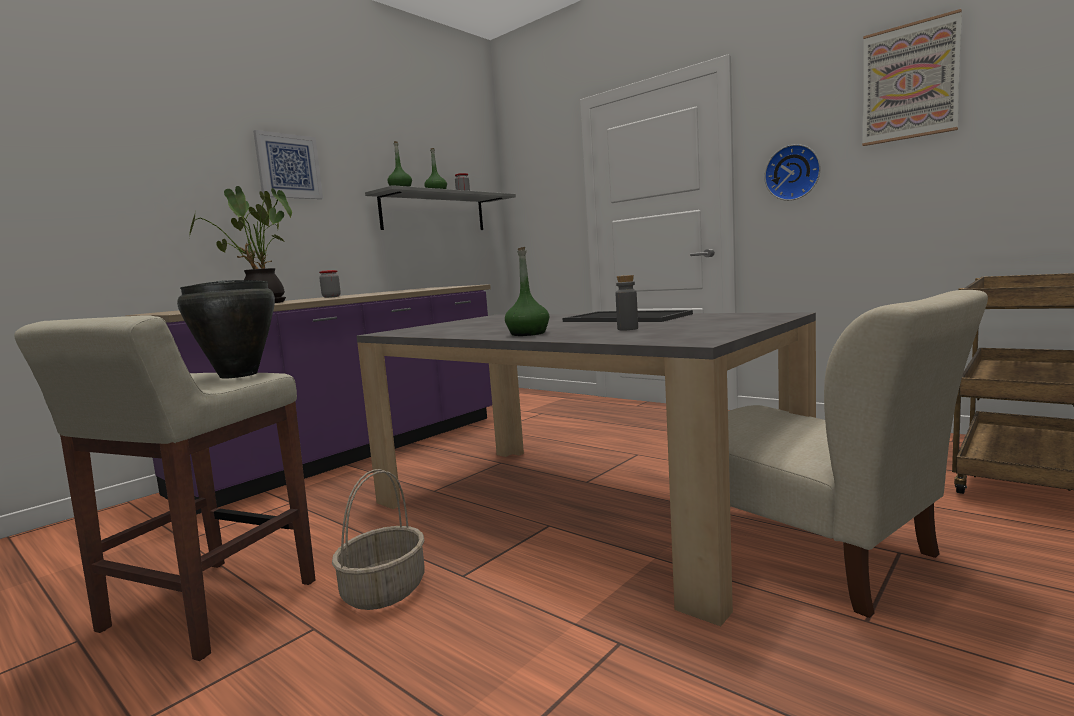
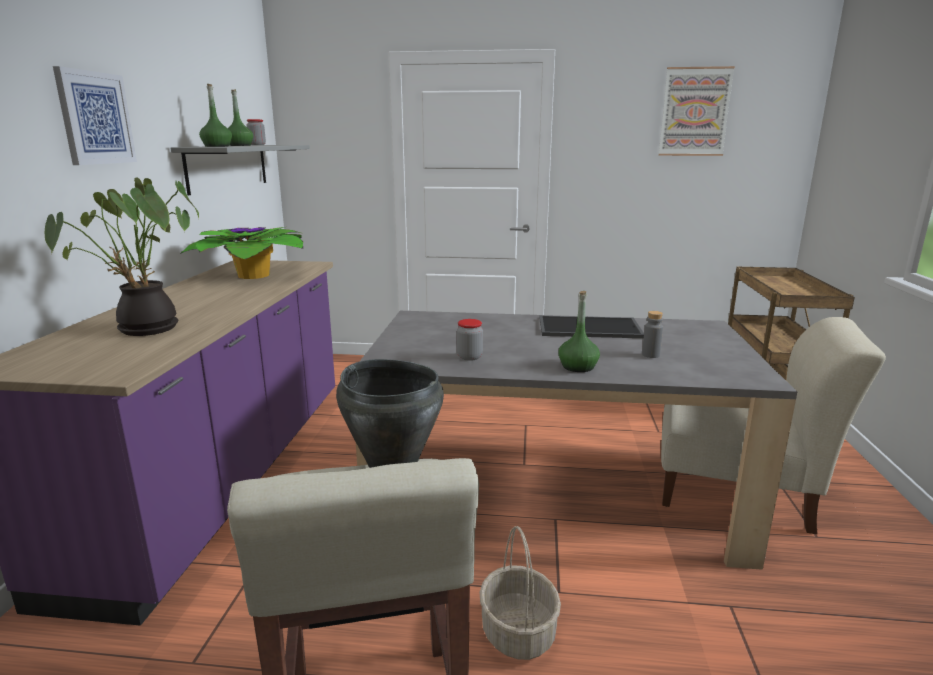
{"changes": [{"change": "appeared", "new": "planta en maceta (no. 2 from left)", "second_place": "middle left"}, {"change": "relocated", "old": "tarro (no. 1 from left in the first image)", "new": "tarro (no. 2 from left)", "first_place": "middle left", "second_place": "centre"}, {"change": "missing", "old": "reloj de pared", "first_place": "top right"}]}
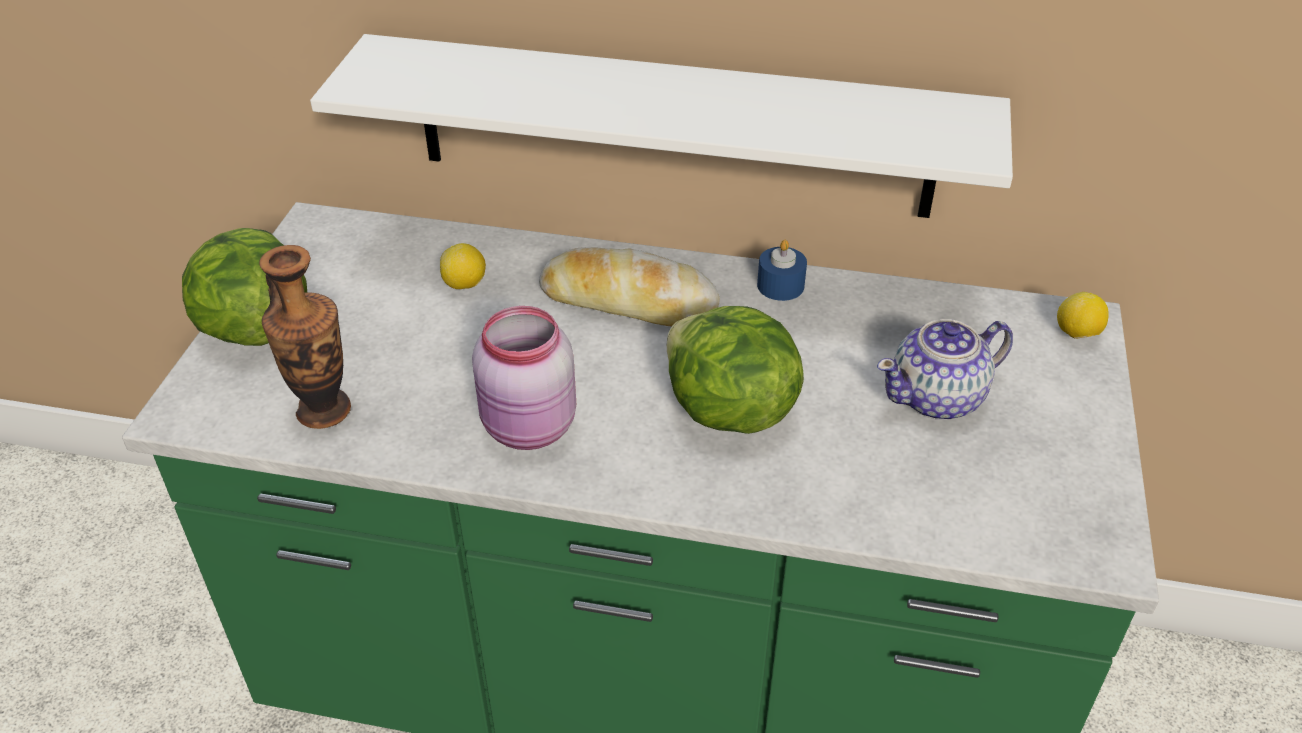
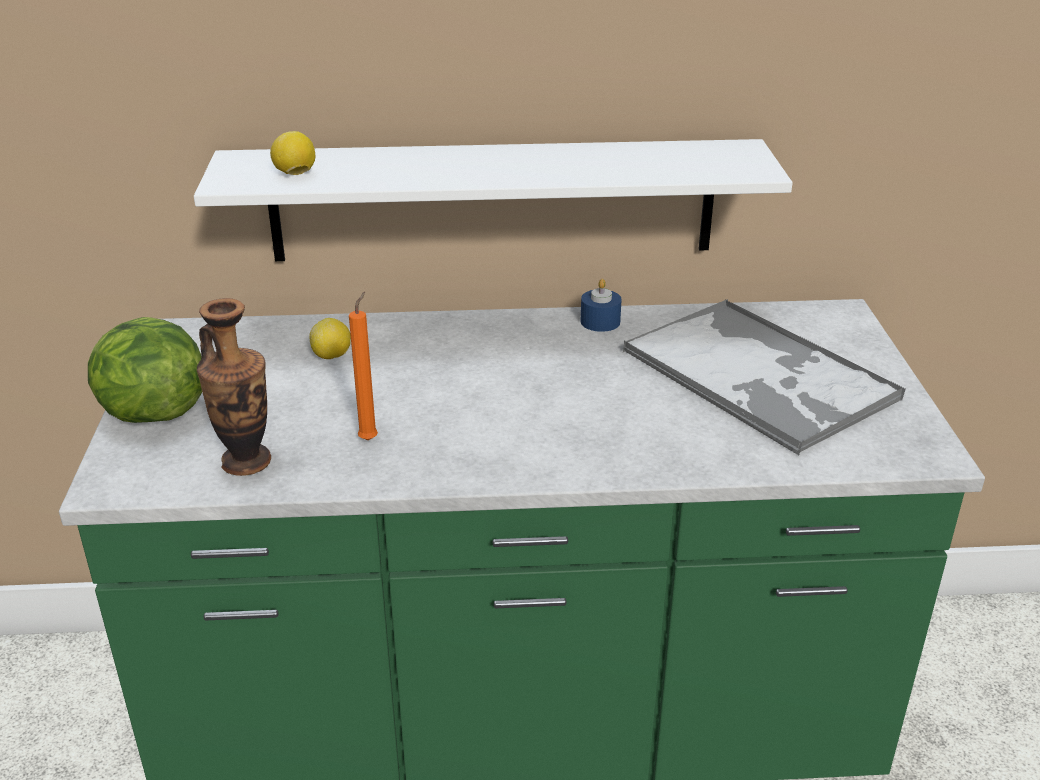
{"changes": [{"change": "relocated", "old": "limón (no. 2 from left in the first image)", "new": "limón (no. 1 from left)", "first_place": "middle right", "second_place": "top left"}, {"change": "appeared", "new": "vela (naranja)", "second_place": "centre"}, {"change": "exchanged", "old": "tetera", "new": "bandeja", "first_place": "middle right", "second_place": "middle right"}, {"change": "missing", "old": "tarro (rosa)", "first_place": "centre"}, {"change": "missing", "old": "pan", "first_place": "centre"}, {"change": "missing", "old": "lechuga (no. 2 from left)", "first_place": "centre"}]}
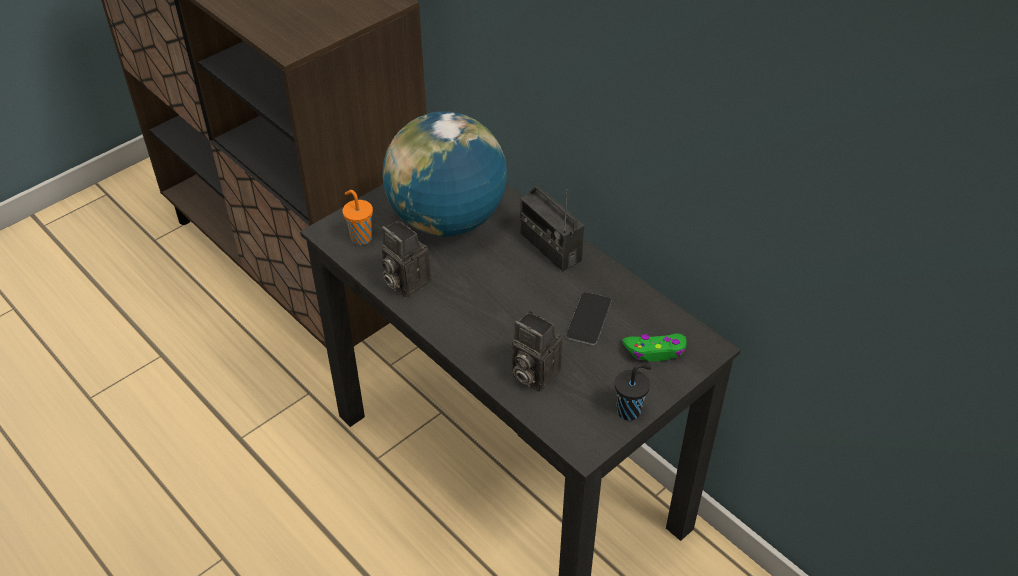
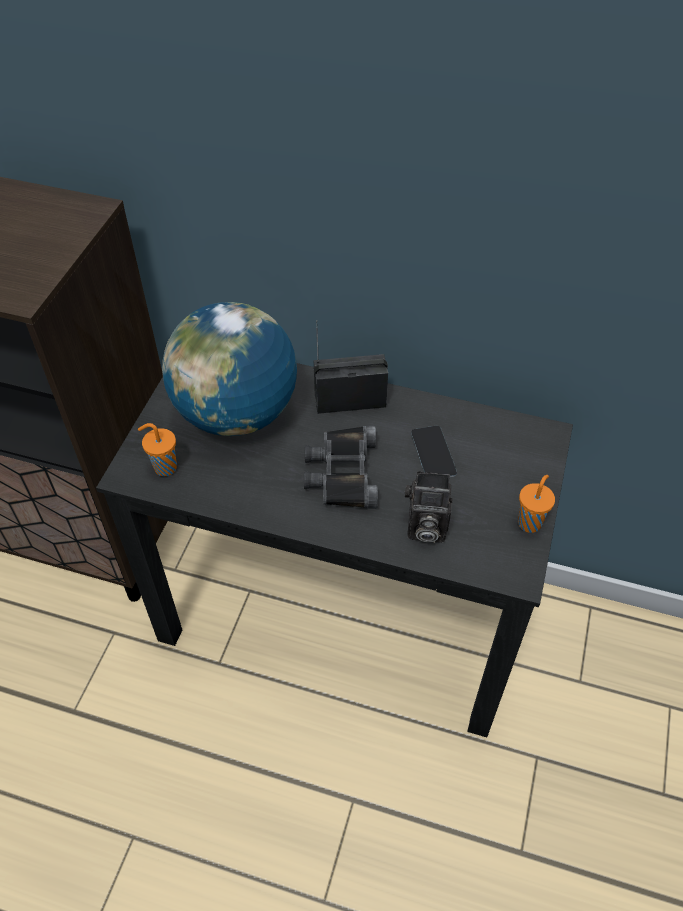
{"changes": [{"change": "appeared", "new": "prismáticos (negro)", "second_place": "centre"}, {"change": "spun", "old": "radio", "first_place": "centre", "second_place": "centre", "degrees": 150}, {"change": "colour", "old": "taza (negro)", "new": "taza (naranja) (no. 2 from left)", "first_place": "bottom centre", "second_place": "middle right"}, {"change": "missing", "old": "cámara (no. 1 from left)", "first_place": "centre"}, {"change": "missing", "old": "mando de consola (verde)", "first_place": "centre"}]}
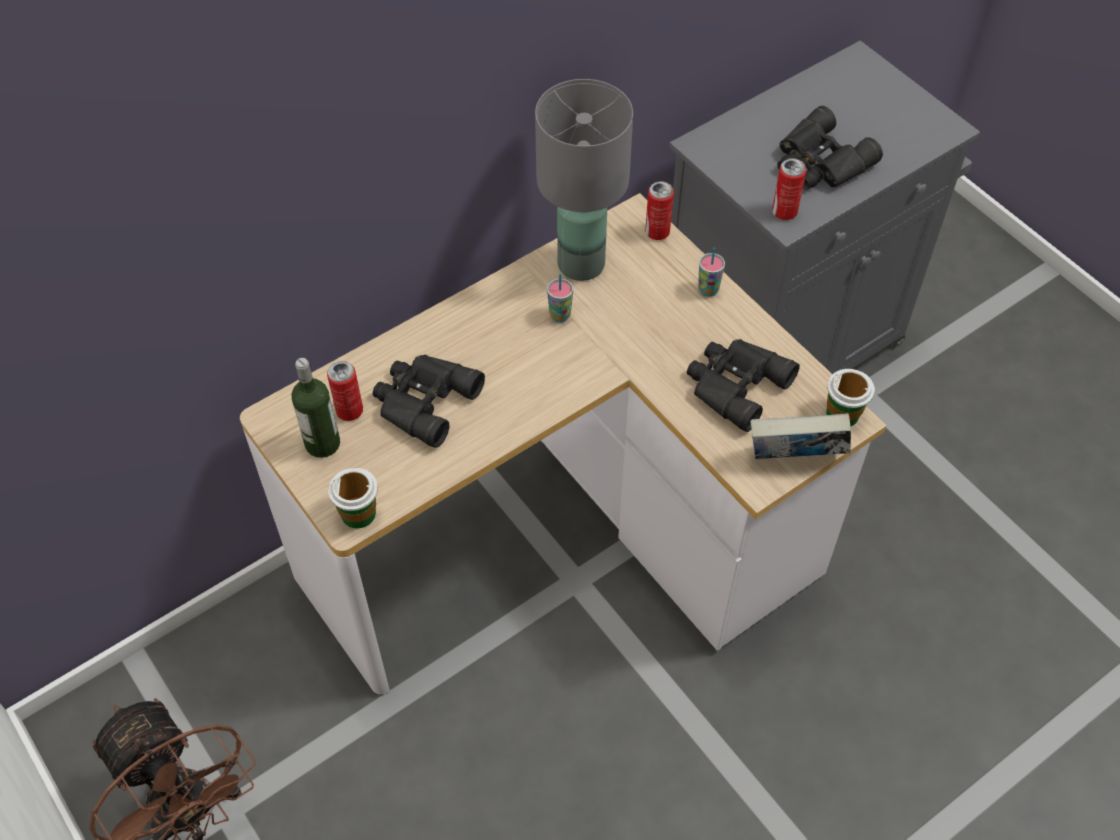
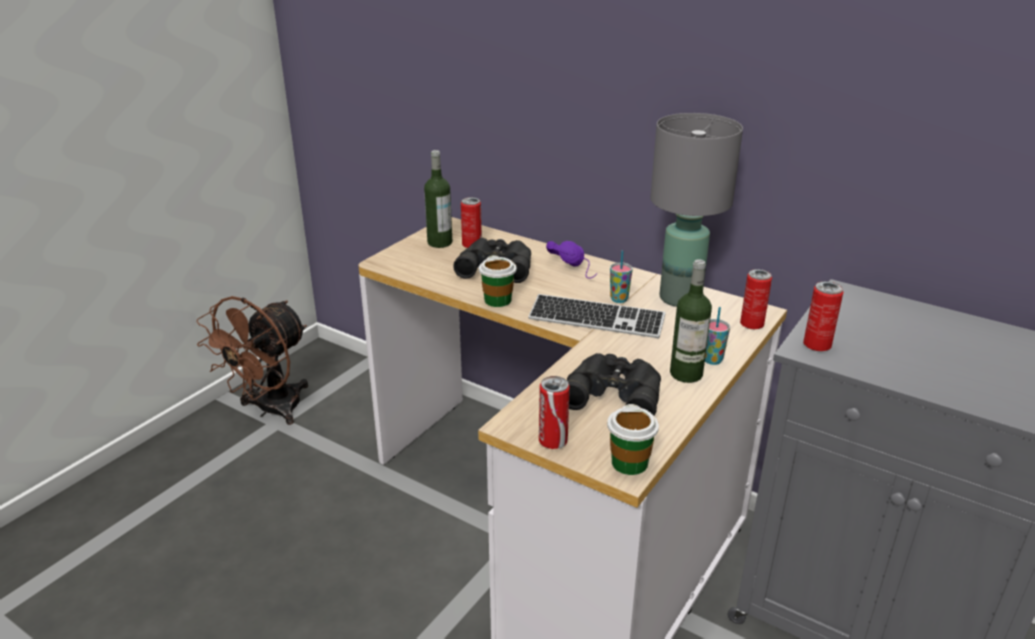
{"changes": [{"change": "relocated", "old": "taza (no. 1 from left)", "first_place": "middle left", "second_place": "centre"}, {"change": "appeared", "new": "teclado", "second_place": "centre"}, {"change": "exchanged", "old": "libro", "new": "lata (no. 2 from left)", "first_place": "middle right", "second_place": "centre"}, {"change": "appeared", "new": "auriculares (morado)", "second_place": "centre"}, {"change": "appeared", "new": "botella (no. 2 from left)", "second_place": "middle right"}, {"change": "missing", "old": "prismáticos (negro) (no. 3 from left)", "first_place": "top right"}]}
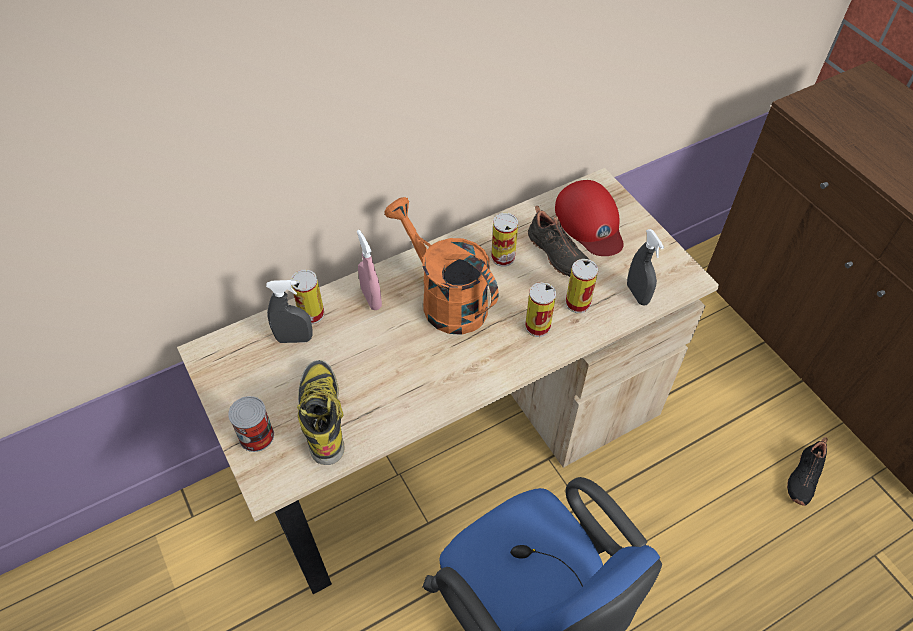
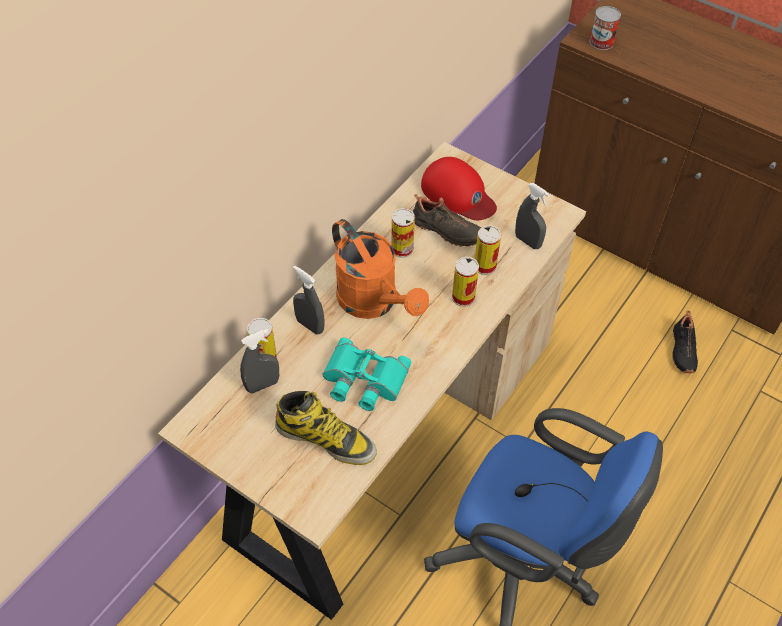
{"changes": [{"change": "spun", "old": "bota", "first_place": "centre", "second_place": "bottom centre", "degrees": 150}, {"change": "colour", "old": "pulverizador (rosa)", "new": "pulverizador (gris) (no. 2 from left)", "first_place": "centre", "second_place": "centre"}, {"change": "appeared", "new": "prismáticos (turquesa)", "second_place": "centre"}, {"change": "spun", "old": "regadera (naranja)", "first_place": "centre", "second_place": "centre", "degrees": -150}, {"change": "relocated", "old": "lata (no. 1 from left in the first image)", "new": "lata (no. 5 from left)", "first_place": "bottom left", "second_place": "top right"}]}
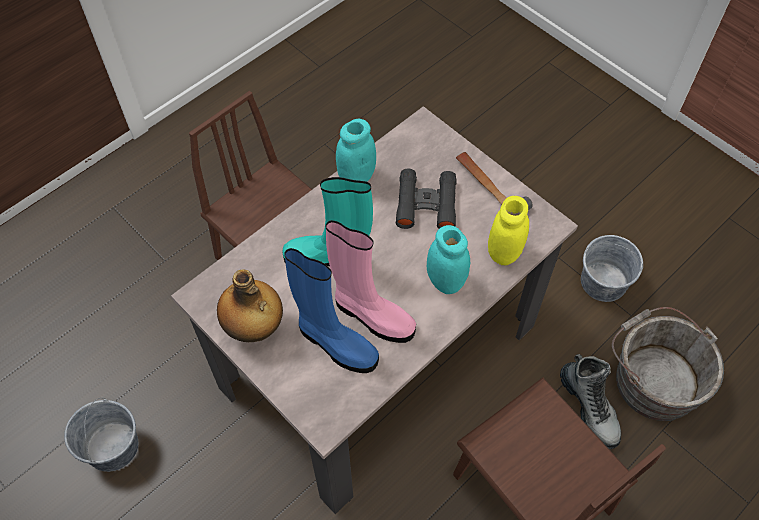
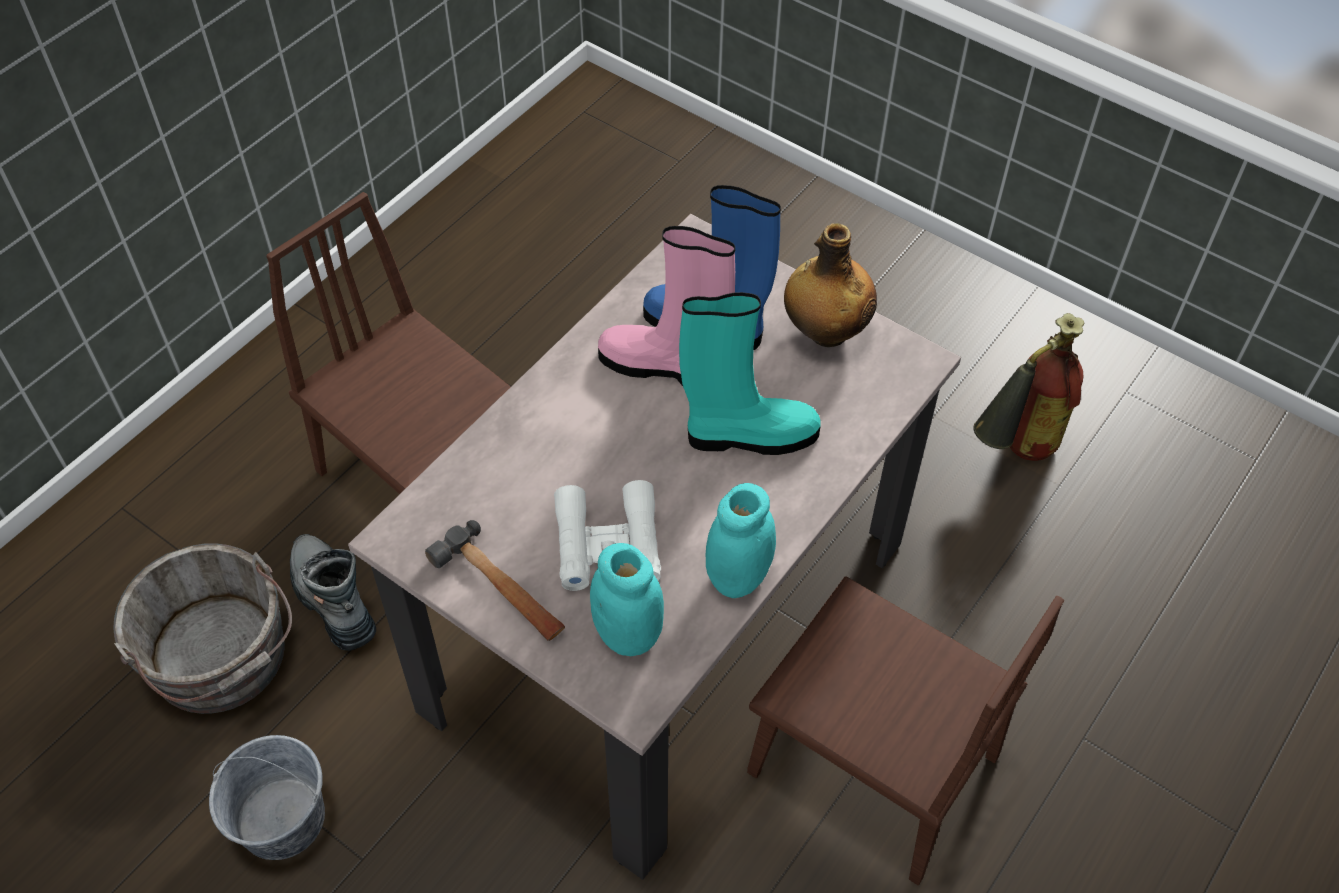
{"changes": [{"change": "colour", "old": "prismáticos (negro)", "new": "prismáticos (blanco)", "first_place": "centre", "second_place": "centre"}, {"change": "relocated", "old": "tarro (turquesa) (no. 2 from left in the first image)", "new": "tarro (turquesa) (no. 1 from left)", "first_place": "centre", "second_place": "bottom centre"}, {"change": "exchanged", "old": "cubo (gris) (no. 1 from left)", "new": "extintor", "first_place": "bottom left", "second_place": "middle right"}, {"change": "missing", "old": "tarro (amarillo)", "first_place": "middle right"}]}
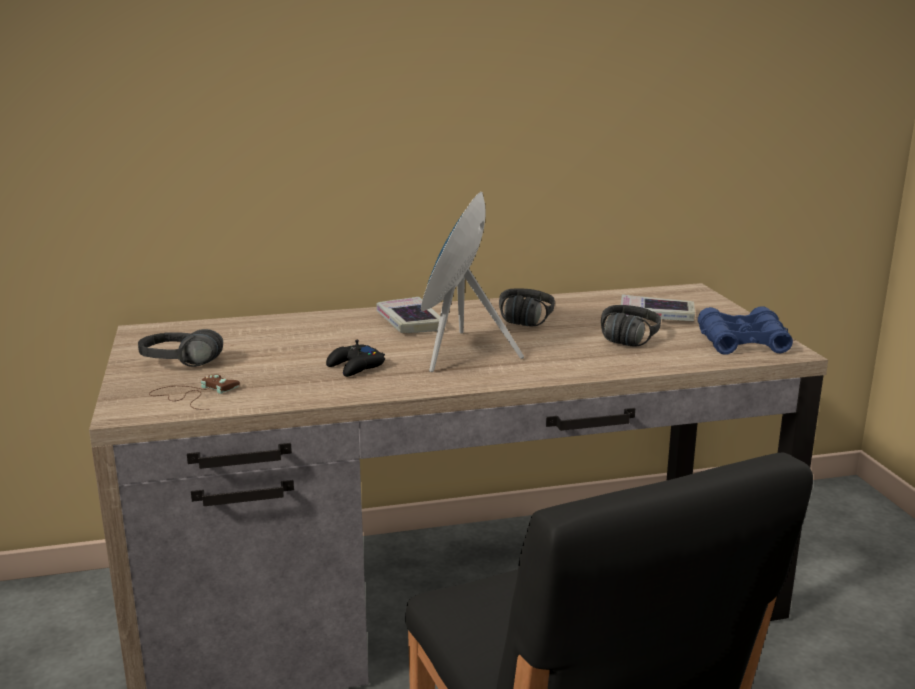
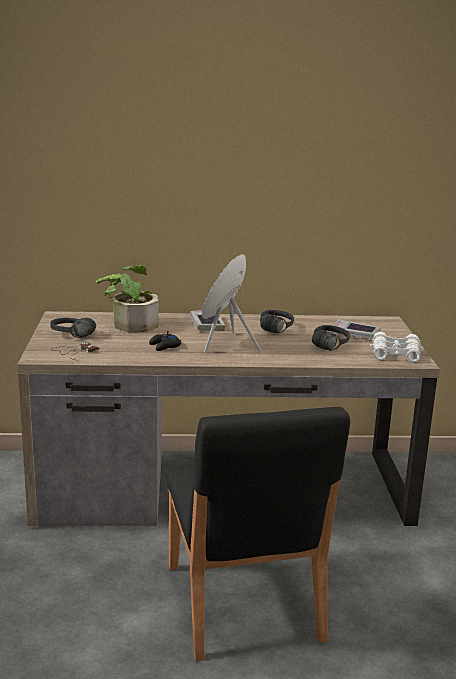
{"changes": [{"change": "appeared", "new": "planta en maceta", "second_place": "middle left"}, {"change": "colour", "old": "prismáticos (azul)", "new": "prismáticos (blanco)", "first_place": "middle right", "second_place": "middle right"}]}
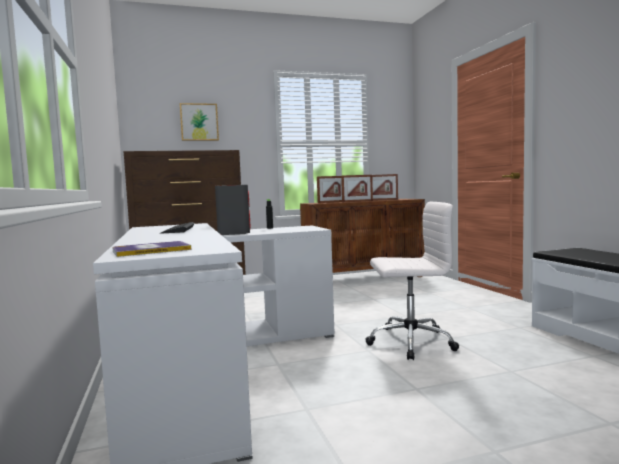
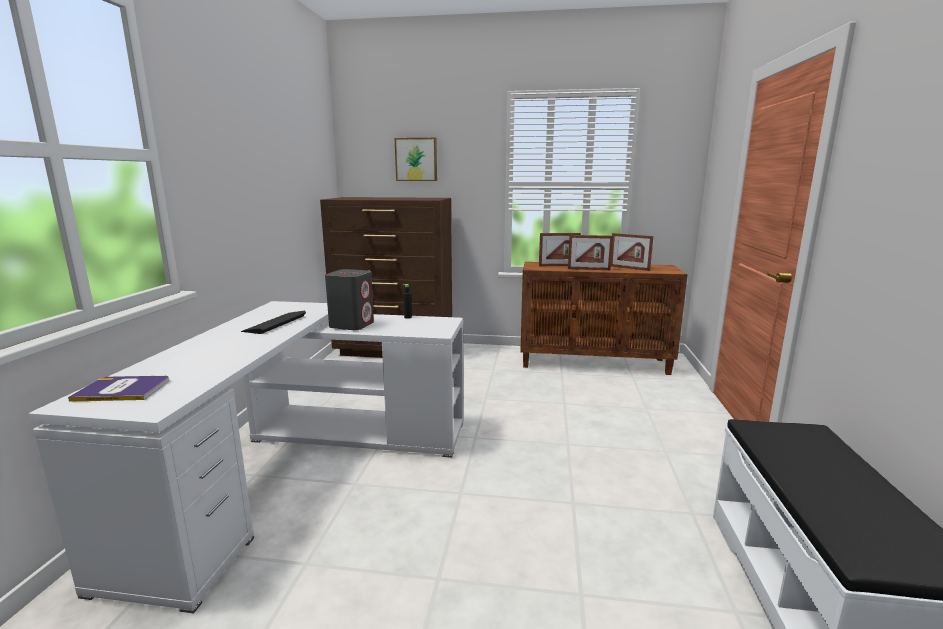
{"changes": [{"change": "missing", "old": "silla de oficina (blanco)", "first_place": "centre"}]}
